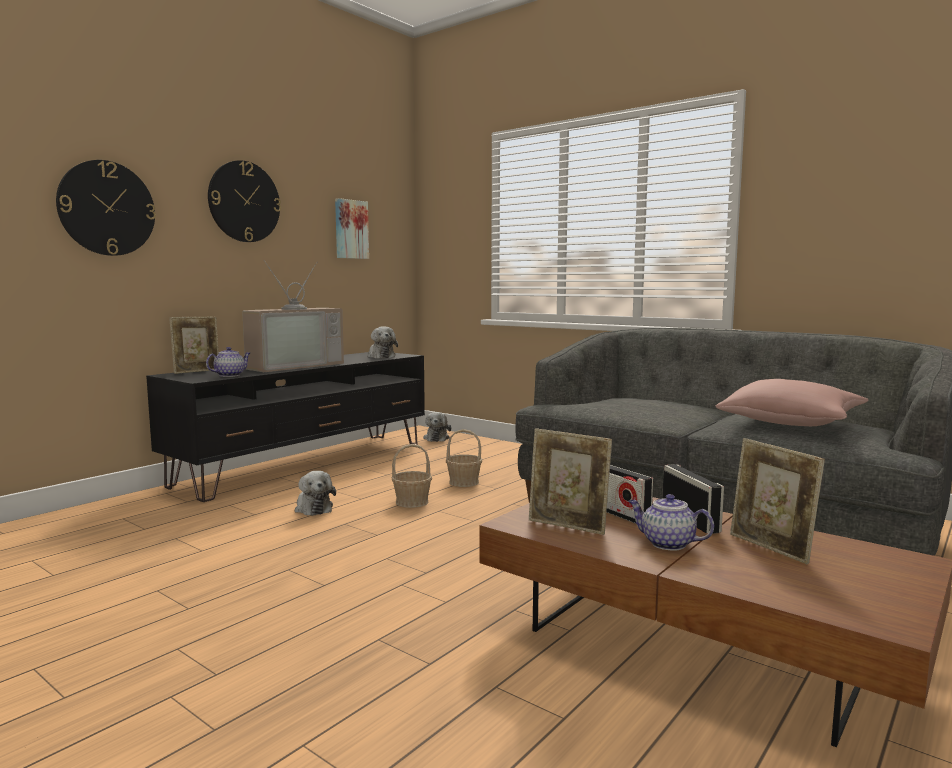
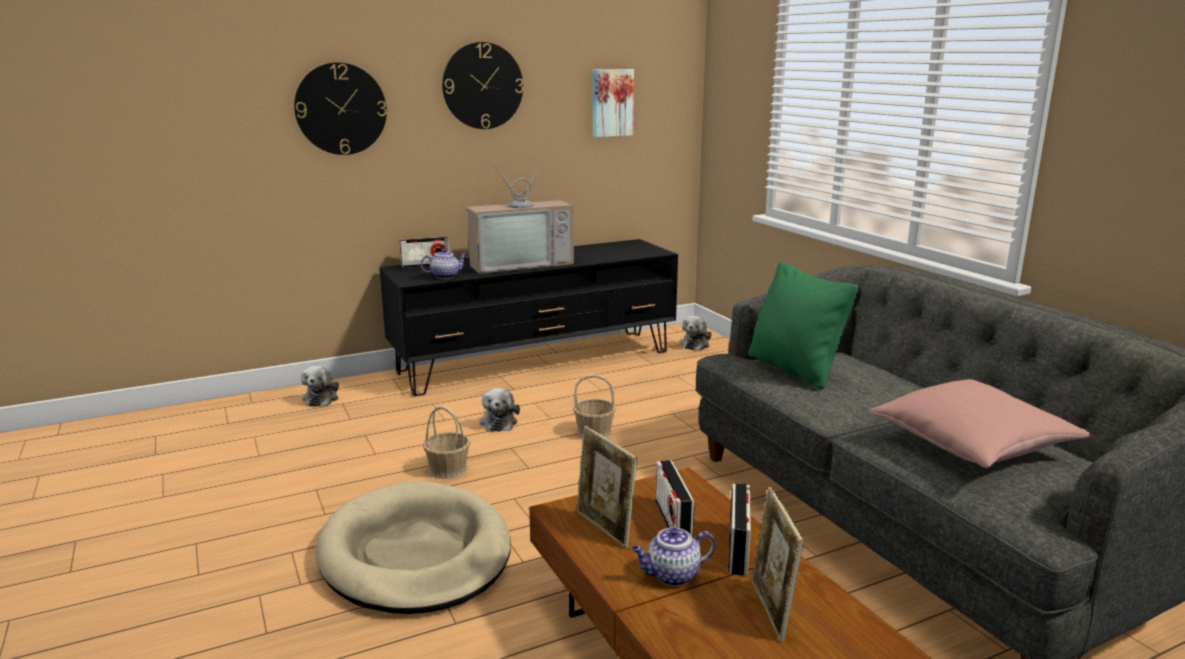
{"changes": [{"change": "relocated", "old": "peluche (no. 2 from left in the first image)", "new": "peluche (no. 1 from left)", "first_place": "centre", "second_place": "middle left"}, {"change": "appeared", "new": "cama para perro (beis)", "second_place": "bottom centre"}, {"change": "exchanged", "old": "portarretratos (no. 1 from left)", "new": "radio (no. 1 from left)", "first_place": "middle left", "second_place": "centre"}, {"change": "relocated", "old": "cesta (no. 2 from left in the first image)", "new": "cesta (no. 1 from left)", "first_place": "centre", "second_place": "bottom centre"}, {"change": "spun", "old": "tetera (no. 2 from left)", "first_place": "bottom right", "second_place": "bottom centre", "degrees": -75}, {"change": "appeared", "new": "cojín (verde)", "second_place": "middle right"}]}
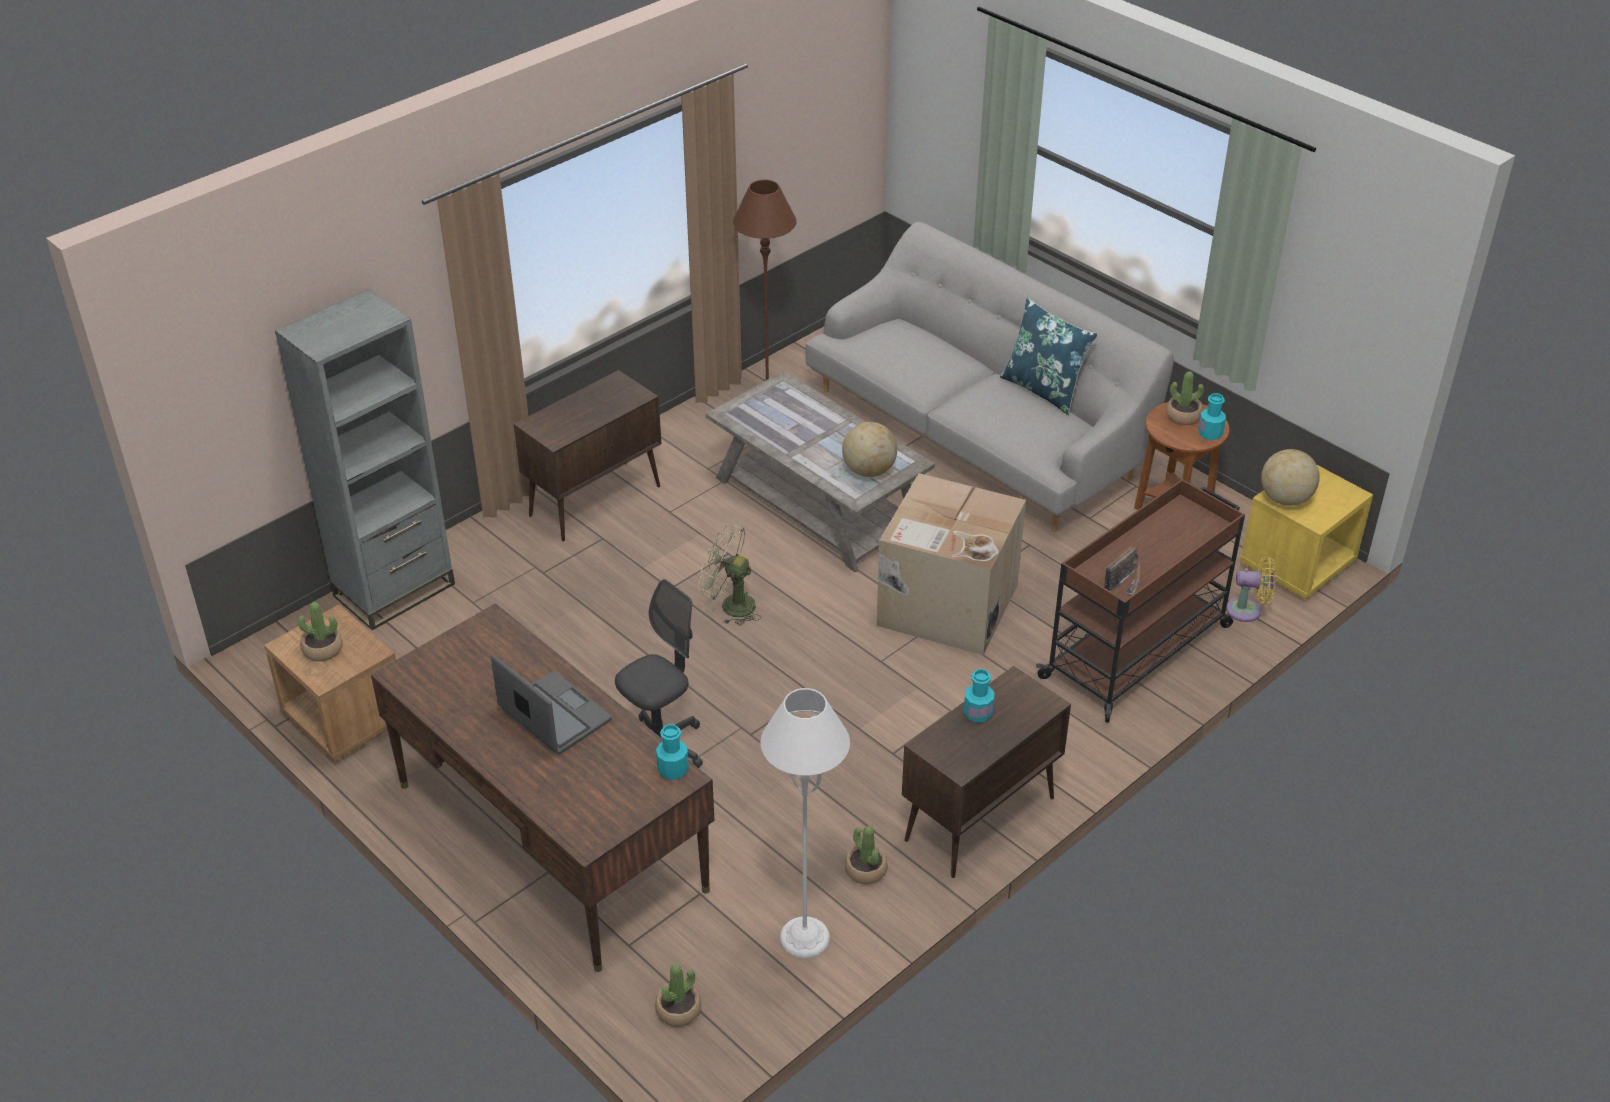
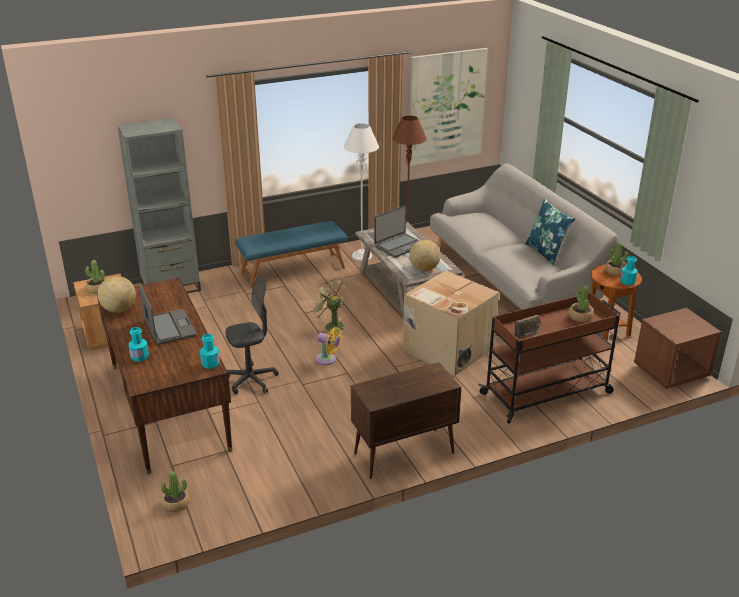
{"changes": [{"change": "relocated", "old": "globo terráqueo (no. 2 from left in the first image)", "new": "globo terráqueo (no. 1 from left)", "first_place": "middle right", "second_place": "middle left"}, {"change": "relocated", "old": "botella (turquesa) (no. 2 from left in the first image)", "new": "botella (turquesa) (no. 1 from left)", "first_place": "centre", "second_place": "middle left"}, {"change": "exchanged", "old": "armario (marrón) (no. 1 from left)", "new": "banco (azul)", "first_place": "centre", "second_place": "centre"}, {"change": "relocated", "old": "ventilador (amarillo)", "first_place": "middle right", "second_place": "centre"}, {"change": "relocated", "old": "lámpara de pie (blanco)", "first_place": "bottom centre", "second_place": "top centre"}, {"change": "appeared", "new": "portátil (no. 2 from left)", "second_place": "centre"}, {"change": "appeared", "new": "cuadro", "second_place": "top centre"}, {"change": "relocated", "old": "planta en maceta (no. 3 from left)", "first_place": "bottom centre", "second_place": "middle right"}, {"change": "colour", "old": "mesita de noche (amarillo)", "new": "mesita de noche (marrón) (no. 2 from left)", "first_place": "middle right", "second_place": "middle right"}]}
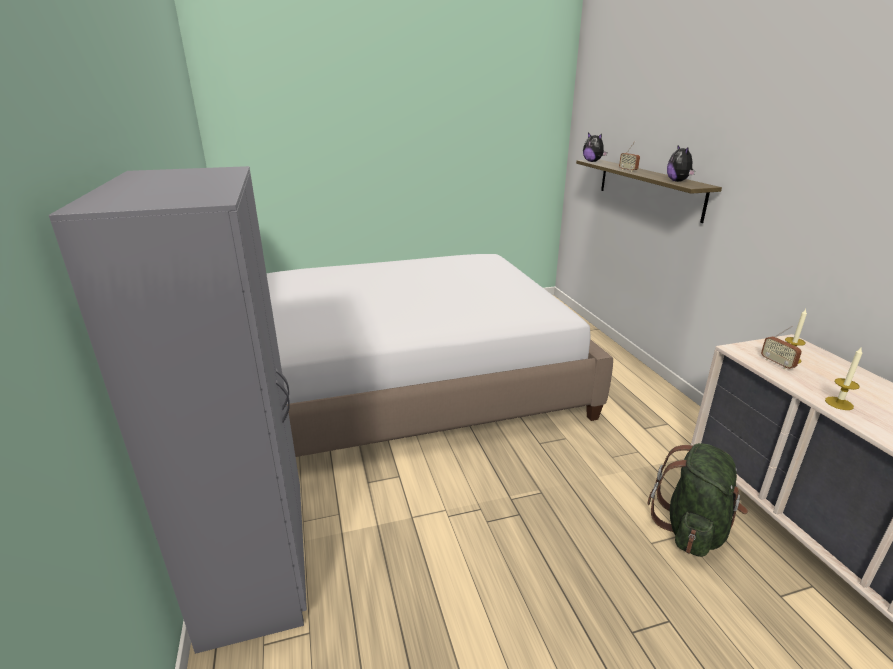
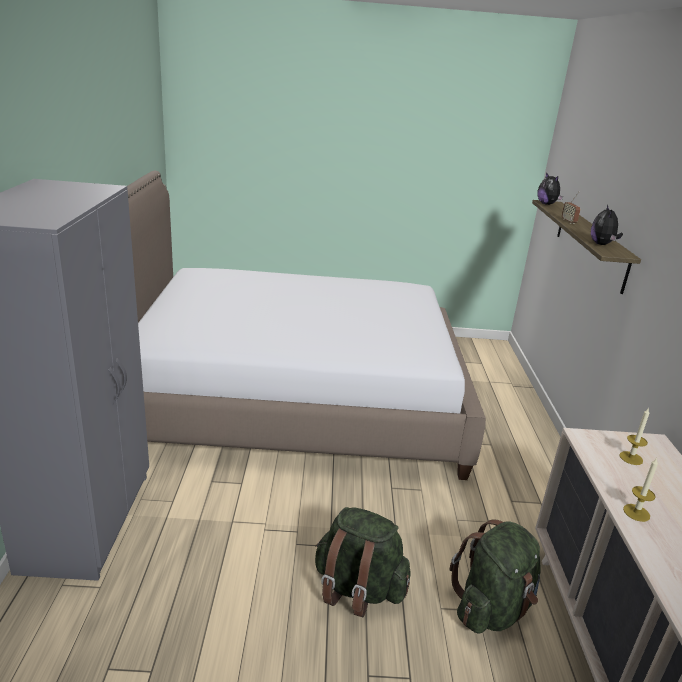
{"changes": [{"change": "appeared", "new": "mochila (verde) (no. 1 from left)", "second_place": "bottom centre"}, {"change": "missing", "old": "radio (no. 2 from left)", "first_place": "middle right"}]}
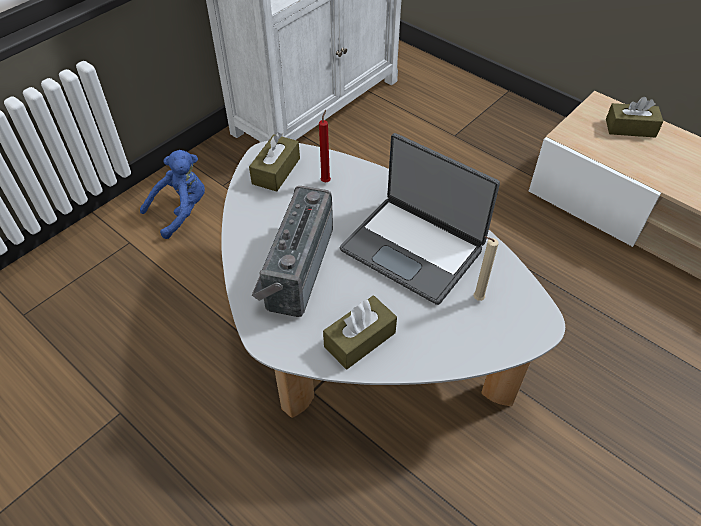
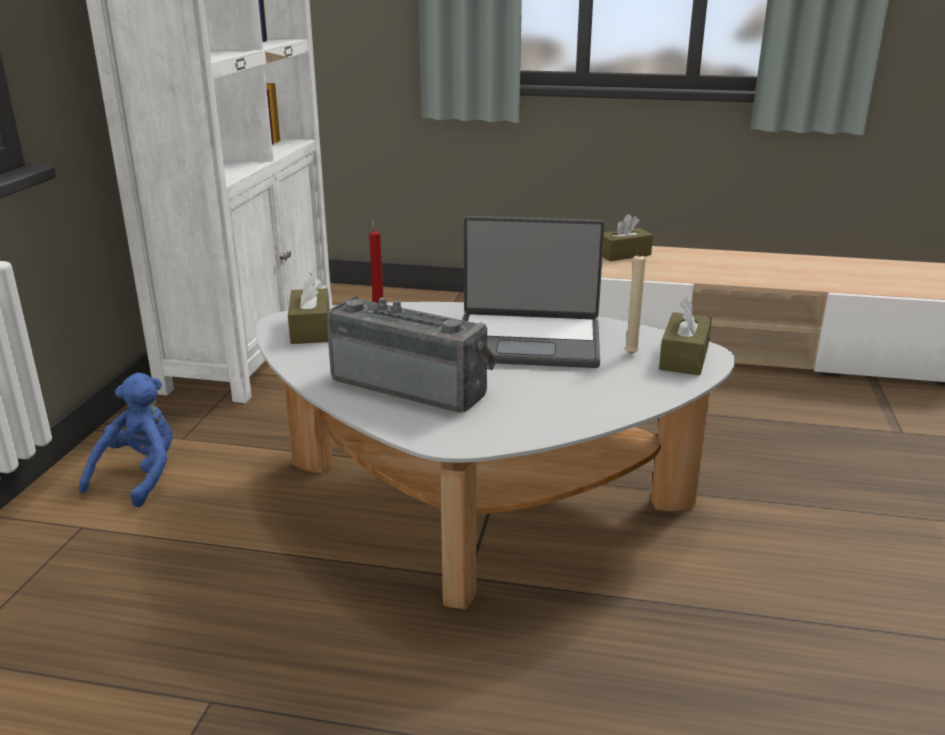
{"changes": [{"change": "spun", "old": "radio", "first_place": "centre", "second_place": "centre", "degrees": 135}, {"change": "relocated", "old": "caja de pañuelos (marrón) (no. 2 from left in the first image)", "new": "caja de pañuelos (marrón) (no. 3 from left)", "first_place": "centre", "second_place": "middle right"}]}
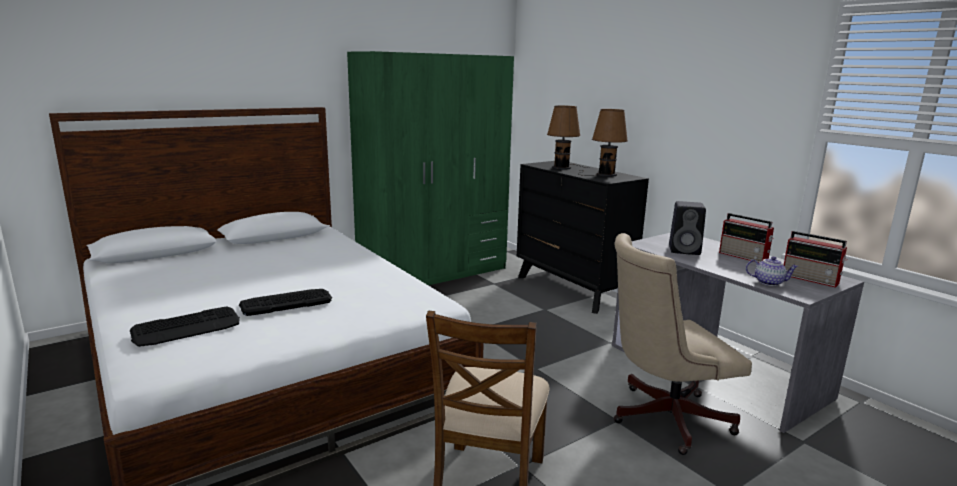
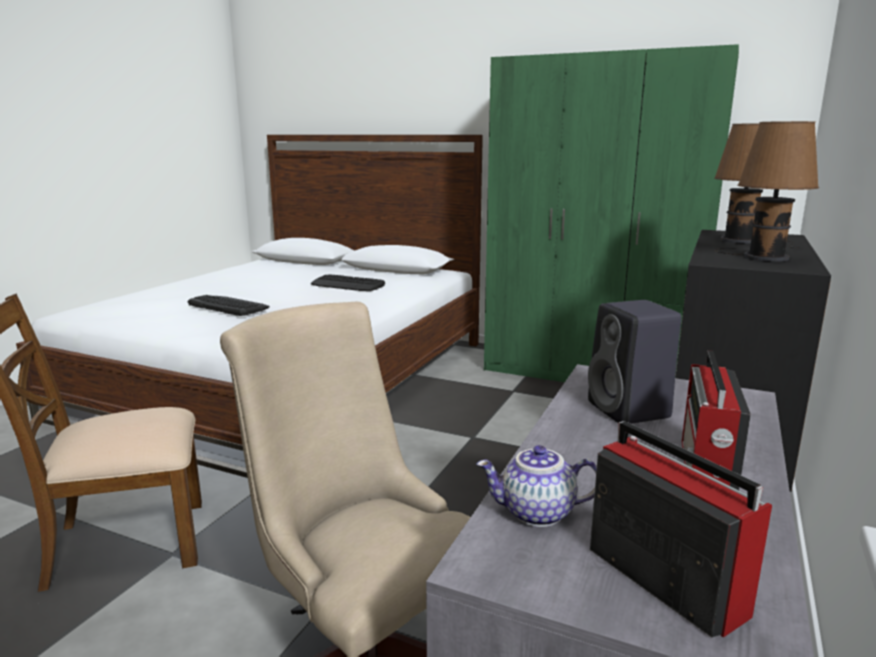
{"changes": [{"change": "relocated", "old": "teclado (no. 1 from left in the first image)", "new": "teclado (no. 2 from left)", "first_place": "bottom left", "second_place": "centre"}, {"change": "spun", "old": "tetera", "first_place": "middle right", "second_place": "bottom centre", "degrees": 105}, {"change": "spun", "old": "radio (no. 2 from left in the first image)", "first_place": "middle right", "second_place": "bottom right", "degrees": 135}]}
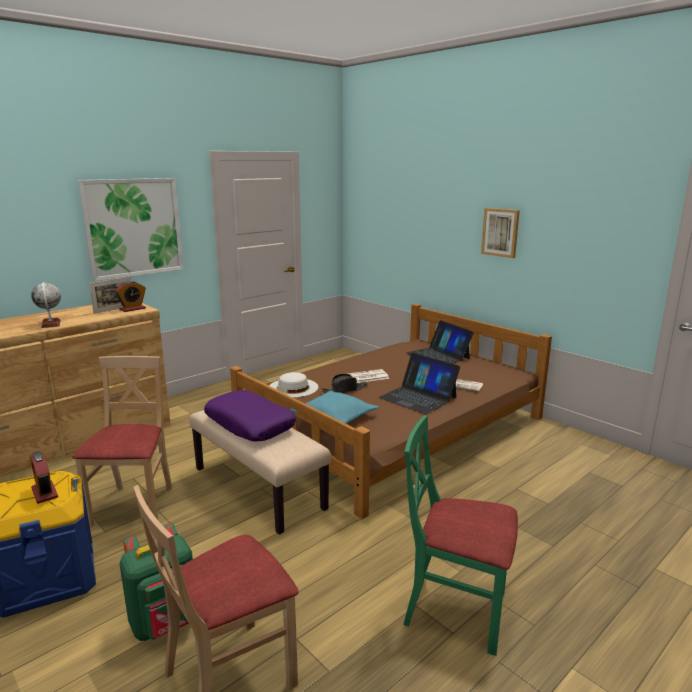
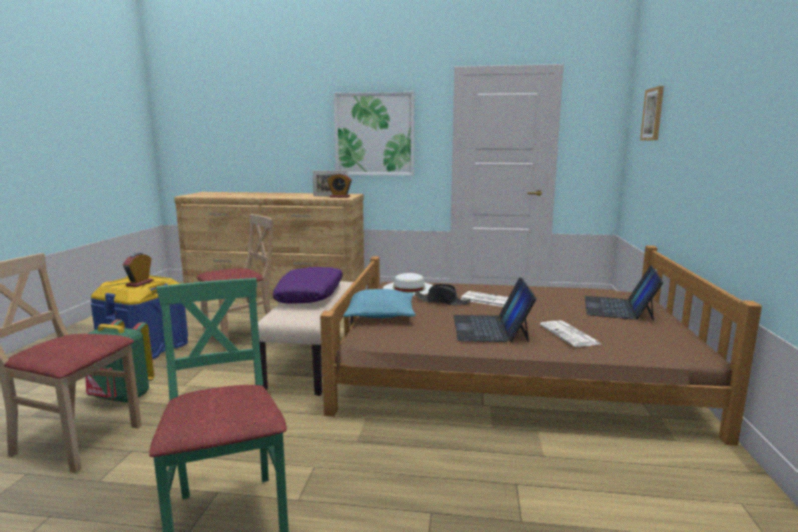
{"changes": [{"change": "relocated", "old": "cuadro (no. 2 from left)", "first_place": "middle right", "second_place": "top right"}, {"change": "missing", "old": "globo terráqueo", "first_place": "middle left"}]}
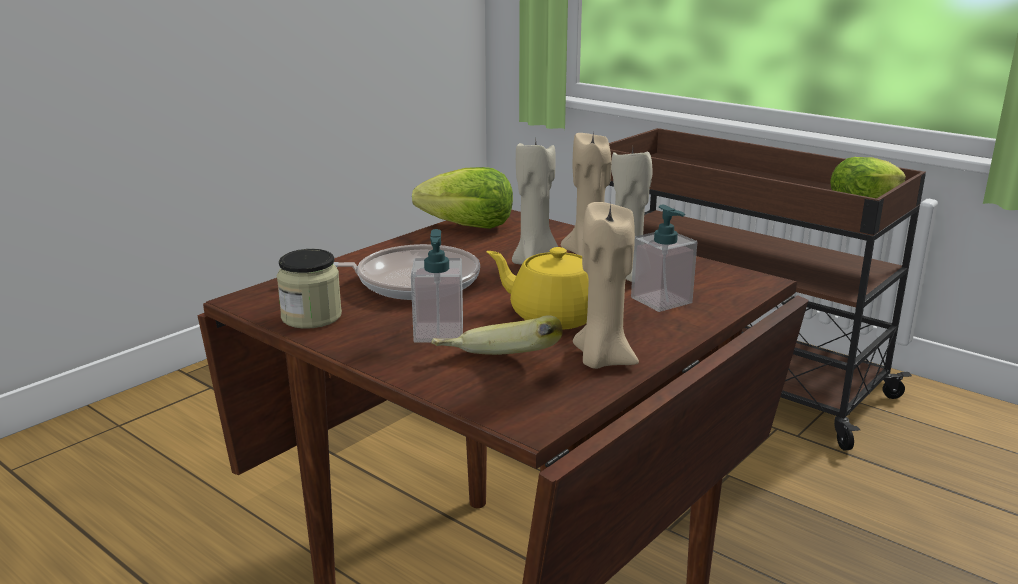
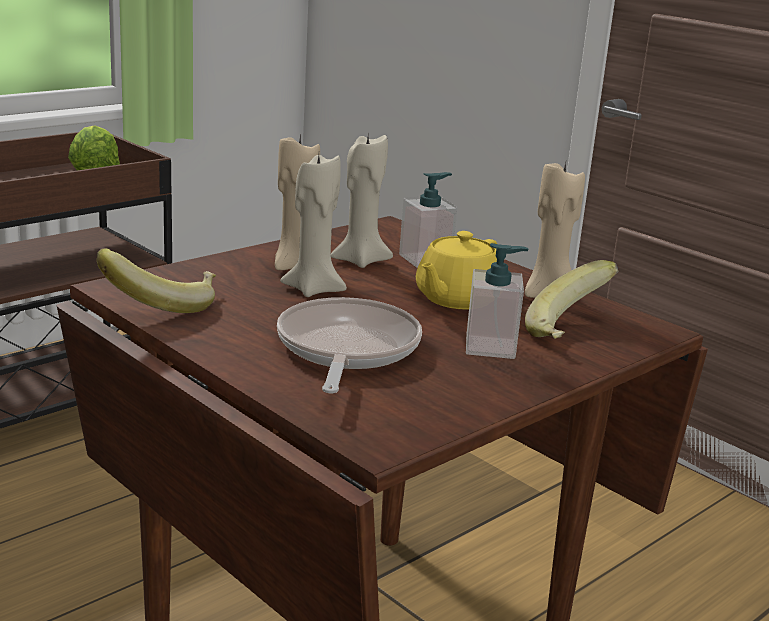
{"changes": [{"change": "exchanged", "old": "lechuga (no. 1 from left)", "new": "plátano (no. 1 from left)", "first_place": "centre", "second_place": "middle left"}, {"change": "missing", "old": "tarro", "first_place": "middle left"}]}
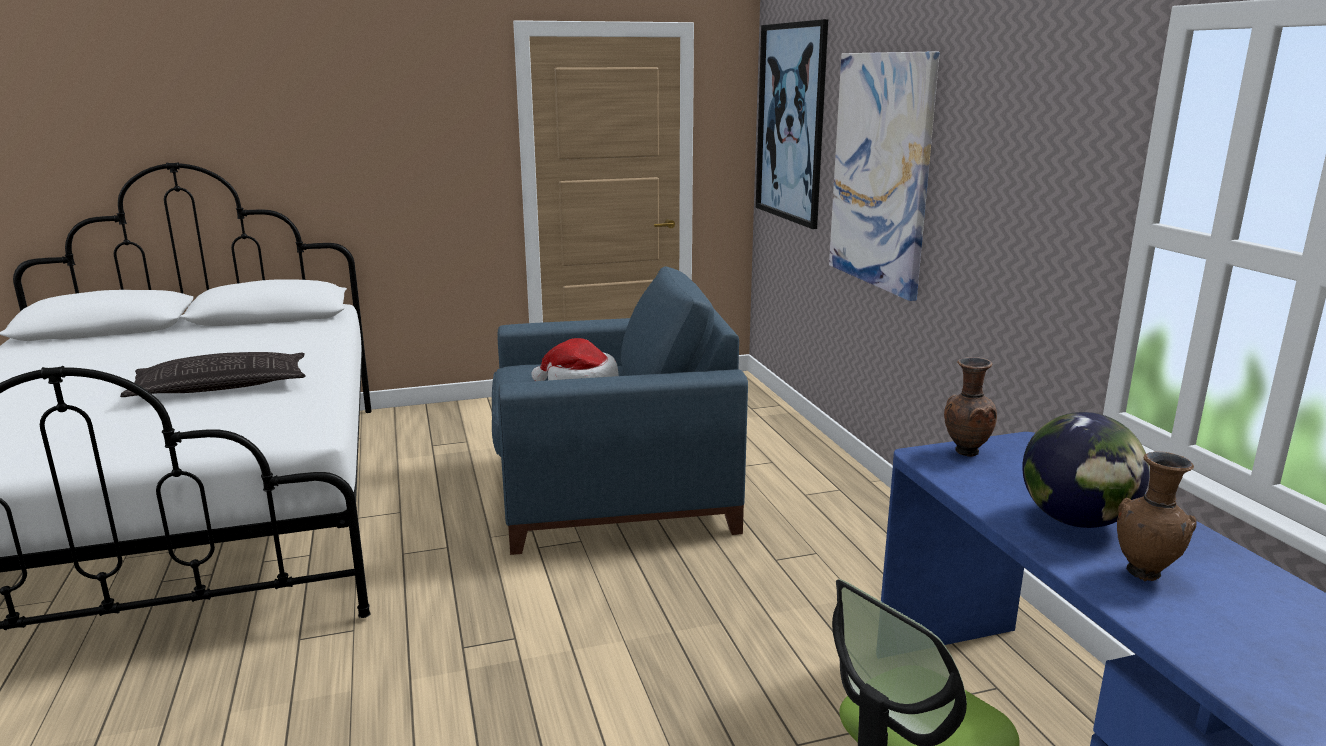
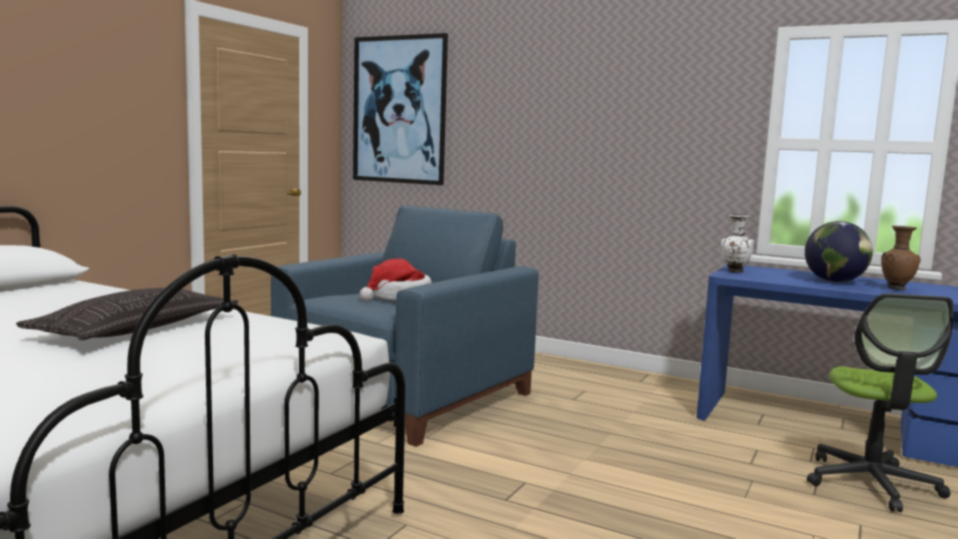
{"changes": [{"change": "colour", "old": "florero (marrón) (no. 1 from left)", "new": "florero (blanco)", "first_place": "middle right", "second_place": "middle right"}, {"change": "missing", "old": "cuadro (no. 2 from left)", "first_place": "top right"}]}
